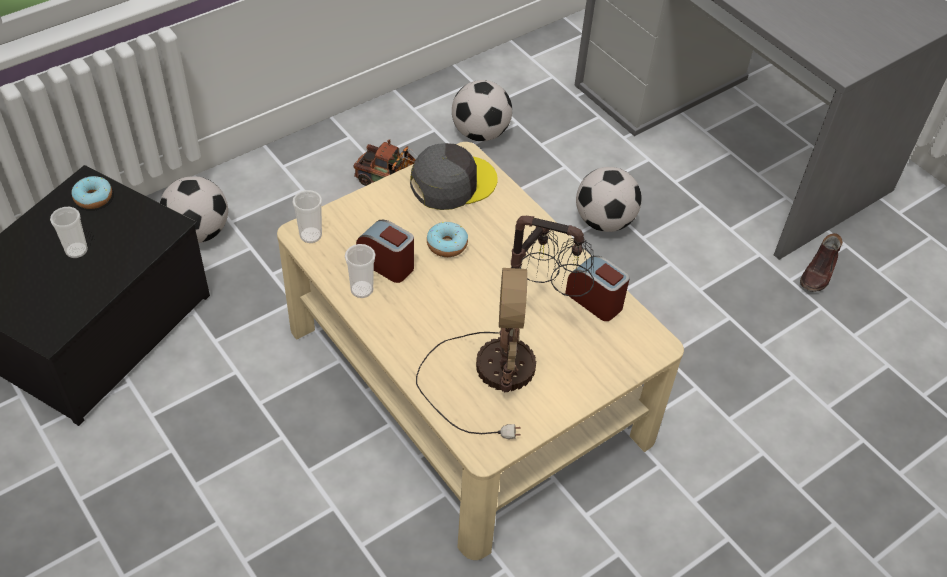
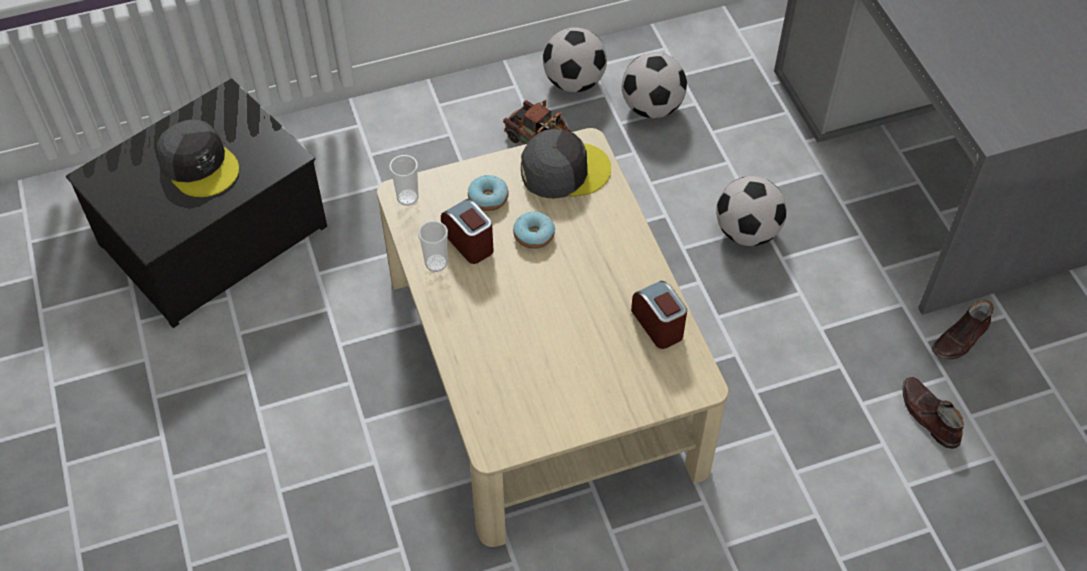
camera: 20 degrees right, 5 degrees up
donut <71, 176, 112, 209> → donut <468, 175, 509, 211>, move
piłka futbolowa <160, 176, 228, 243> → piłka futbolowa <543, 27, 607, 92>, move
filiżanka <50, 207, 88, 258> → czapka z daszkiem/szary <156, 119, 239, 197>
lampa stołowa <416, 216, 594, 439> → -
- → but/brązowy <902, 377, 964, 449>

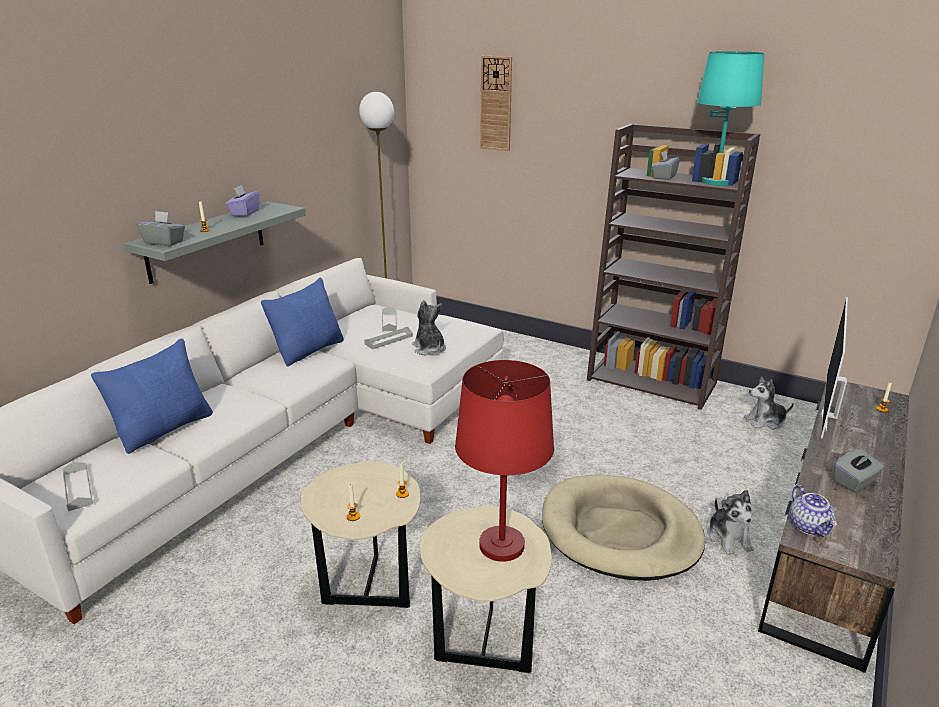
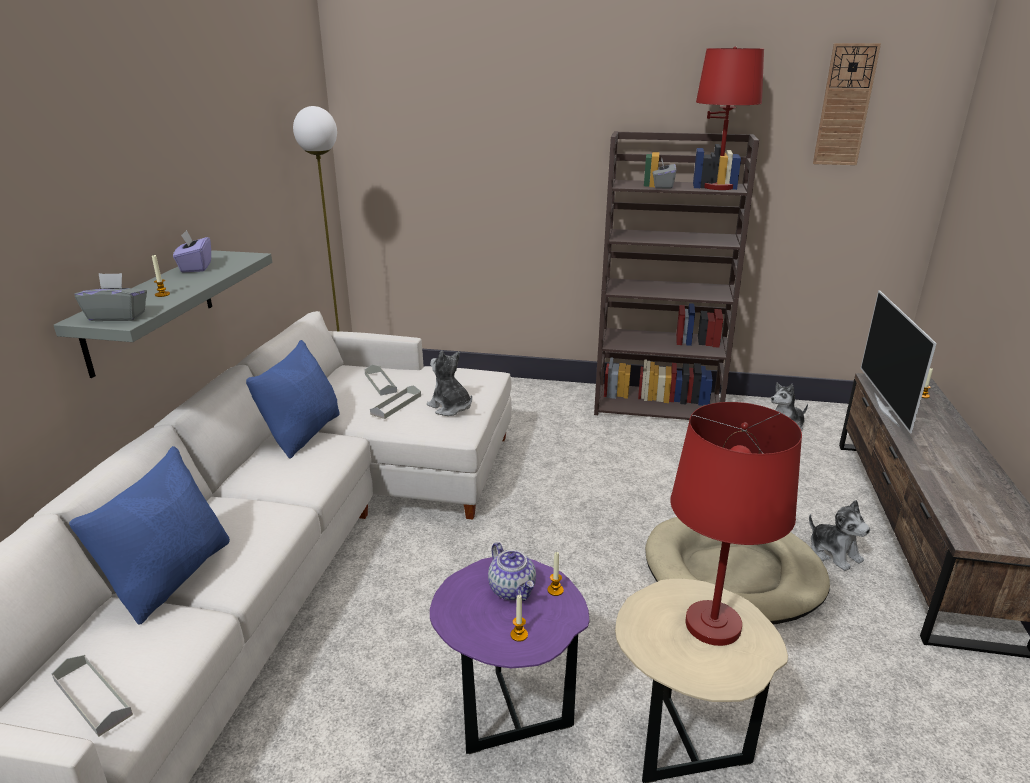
camera: 20 degrees left, 0 degrees up
lampa stołowa/turkusowy <697, 51, 765, 186> → lampa stołowa/czerwony <696, 46, 764, 190>
zegar ścienny <480, 56, 512, 151> → zegar ścienny <813, 43, 881, 165>, move
pudełko chusteczek/szary <833, 449, 884, 493> → -
stolik/beżowy <301, 461, 420, 608> → stolik/fioletowy <430, 557, 589, 754>
imbryk <790, 485, 837, 537> → imbryk <488, 542, 536, 601>, move

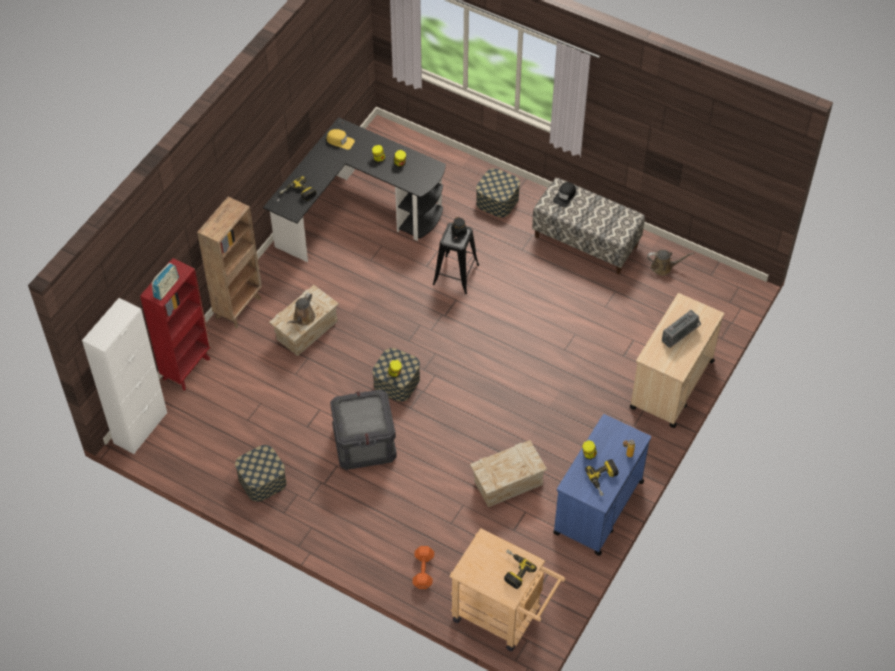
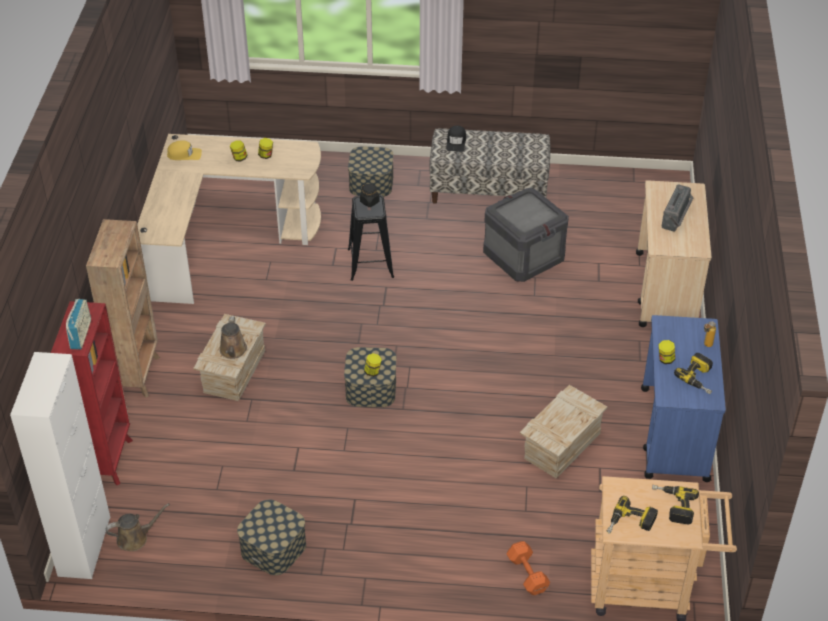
camera: 25 degrees left, 10 degrees down
biurko/czarny <263, 117, 446, 262> → biurko/beżowy <137, 134, 321, 304>
wiertarka <280, 176, 316, 201> → wiertarka <607, 496, 658, 534>, move
konewka/brązowy <647, 250, 694, 276> → konewka/brązowy <106, 503, 170, 551>, move
skrzynka <330, 390, 397, 470> → skrzynka <483, 188, 569, 282>, move

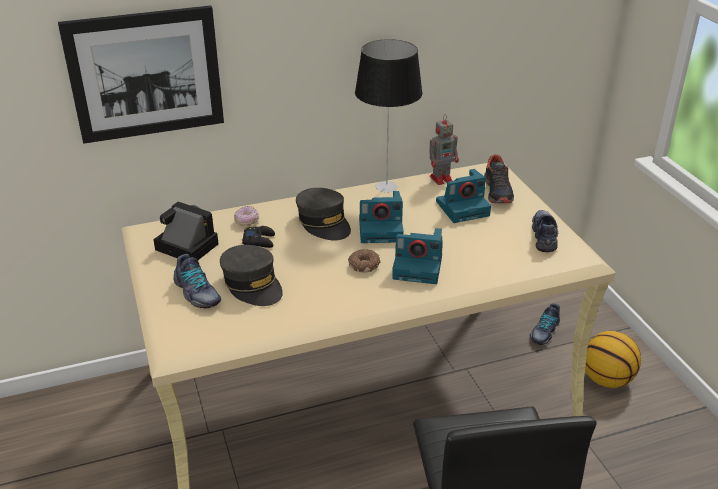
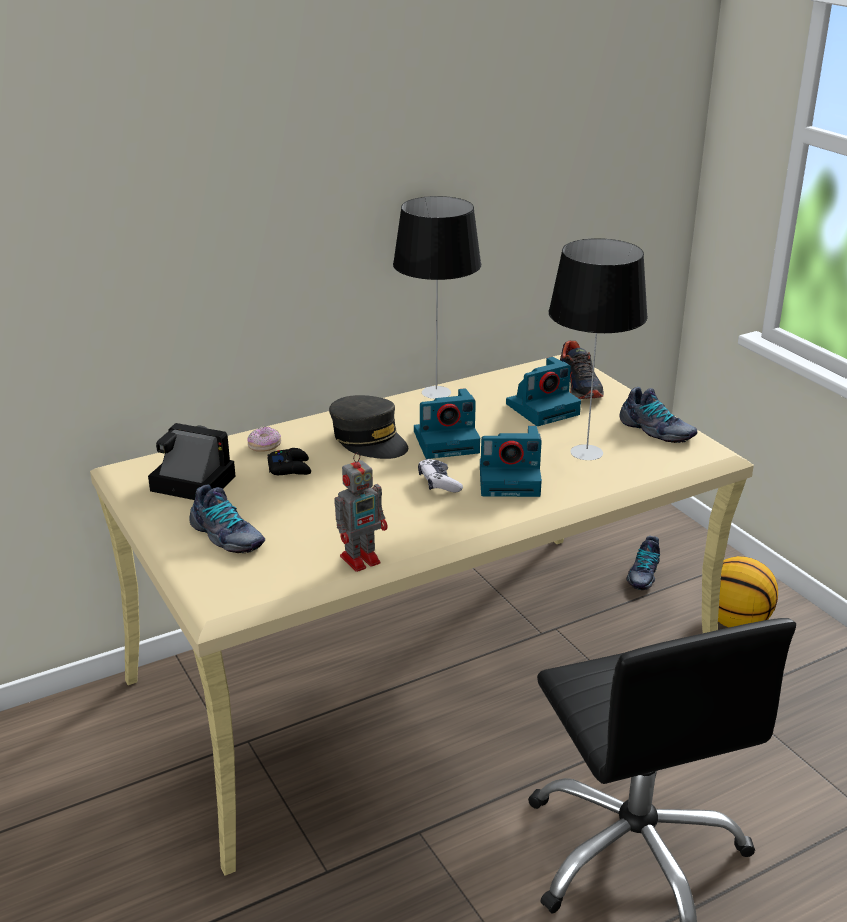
camera: 10 degrees left, 5 degrees down
obraz <58, 5, 224, 144> → -
robot zabawkowy <430, 114, 459, 185> → robot zabawkowy <334, 453, 387, 572>, move
but <532, 210, 558, 252> → but <619, 387, 697, 443>, 135 degrees clockwise
czapka z daszkiem/szary <220, 245, 283, 306> → -
donut <348, 249, 380, 273> → pad do gier <418, 459, 463, 492>
- → lampa stołowa <549, 238, 648, 460>

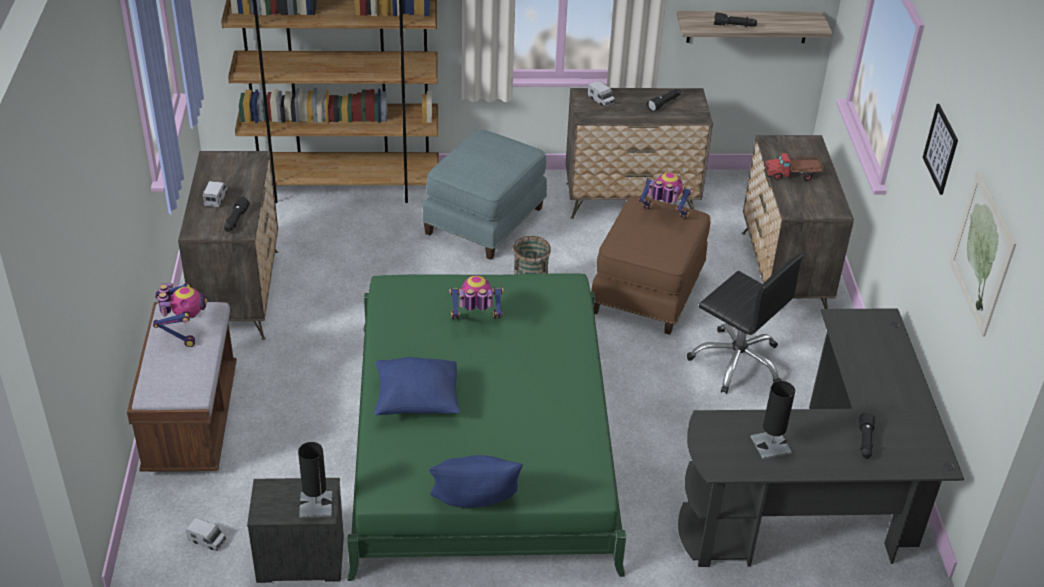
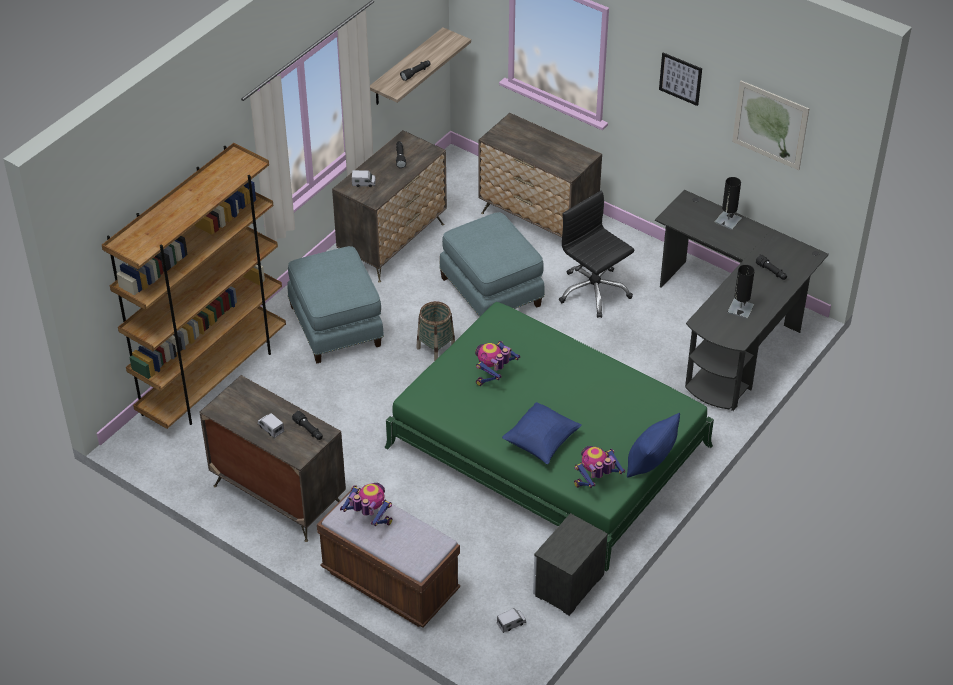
camera: 50 degrees left, 5 degrees up
ciężarówka zabawkowa <764, 153, 824, 181> → -
robot zabawkowy <639, 172, 693, 219> → robot zabawkowy <574, 446, 625, 488>, move
pufa/brązowy <591, 196, 711, 335> → pufa/niebieski <439, 212, 545, 317>
krzesło biurowe/czarny <687, 253, 804, 394> → krzesło biurowe/czarny <559, 190, 634, 318>, 120 degrees counterclockwise
lampa stołowa/czarny <298, 442, 332, 518> → lampa stołowa/czarny <715, 177, 742, 230>, move

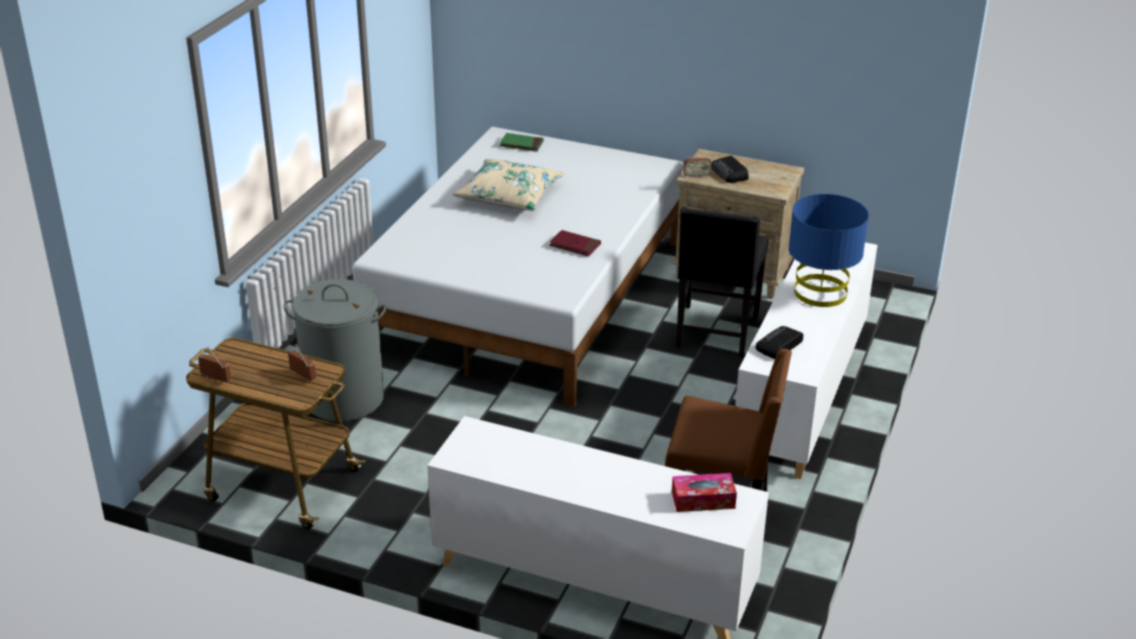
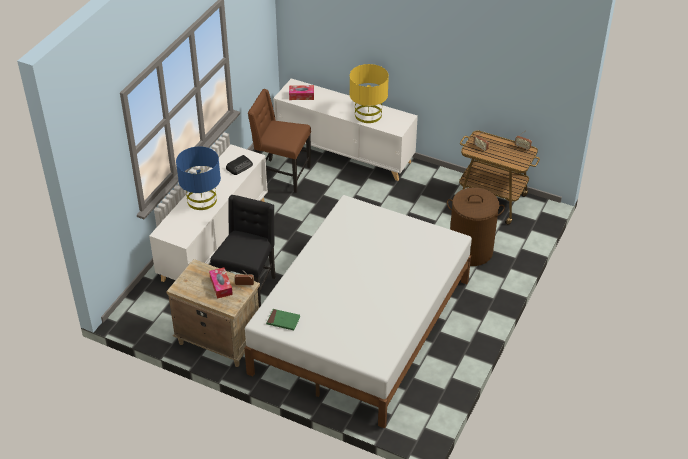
camera: 175 degrees left, 10 degrees up
książka/zielony <500, 133, 544, 152> → książka/zielony <266, 309, 300, 330>, move
radio <711, 156, 748, 183> → pudełko chusteczek <209, 268, 233, 299>
poduszka/beżowy <452, 159, 565, 211> → -
książka/czerwony <549, 230, 601, 257> → -
kosz na pranie/szary <283, 279, 387, 422> → kosz na pranie/brązowy <447, 187, 505, 266>
- → lampa stołowa/żółty <350, 64, 389, 123>

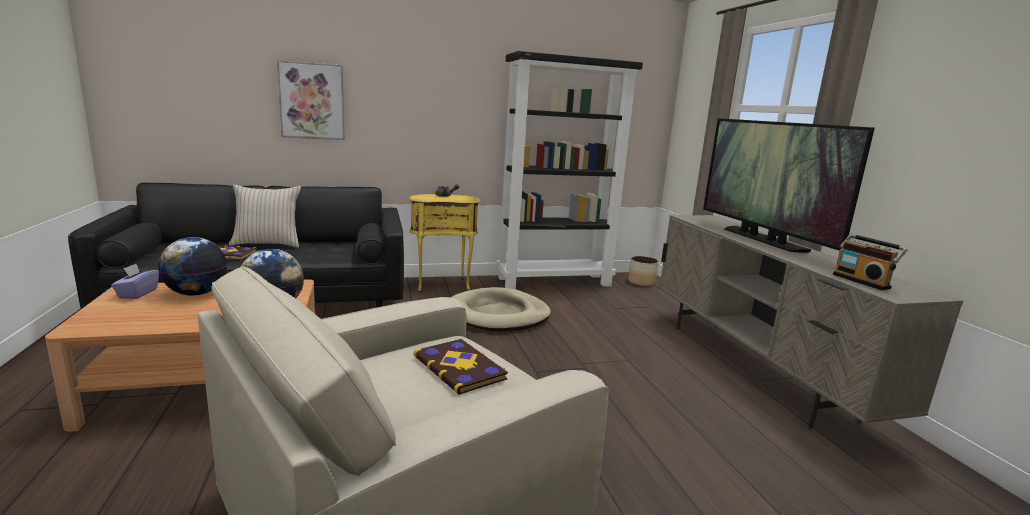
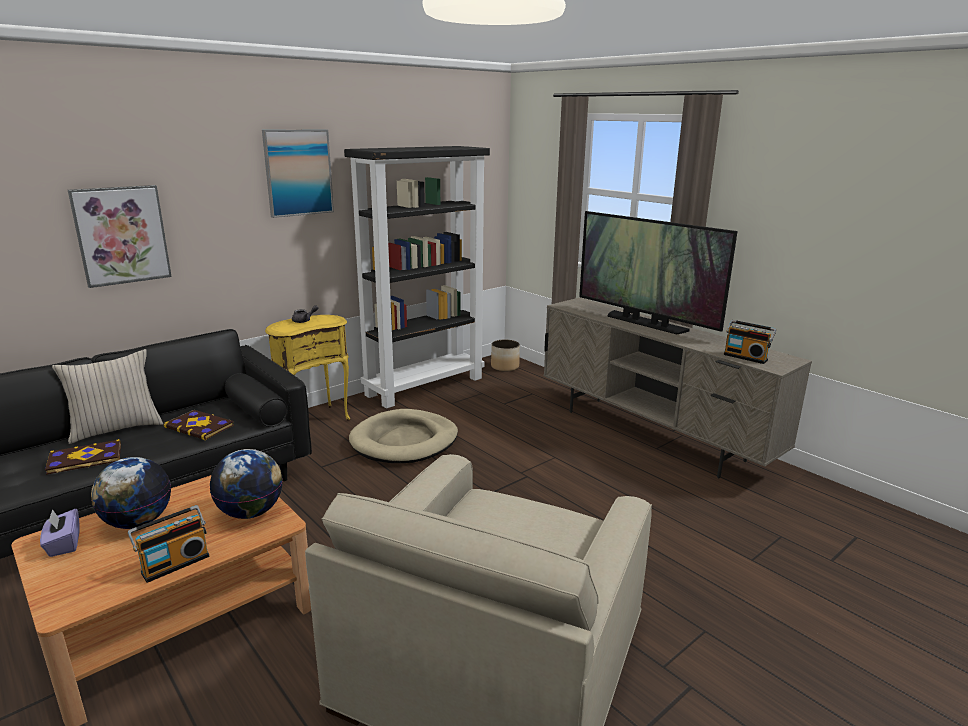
camera: 25 degrees left, 5 degrees up
książka <414, 339, 508, 395> → książka <164, 410, 234, 440>, move
- → obraz <262, 129, 334, 218>
- → radio <128, 505, 209, 583>

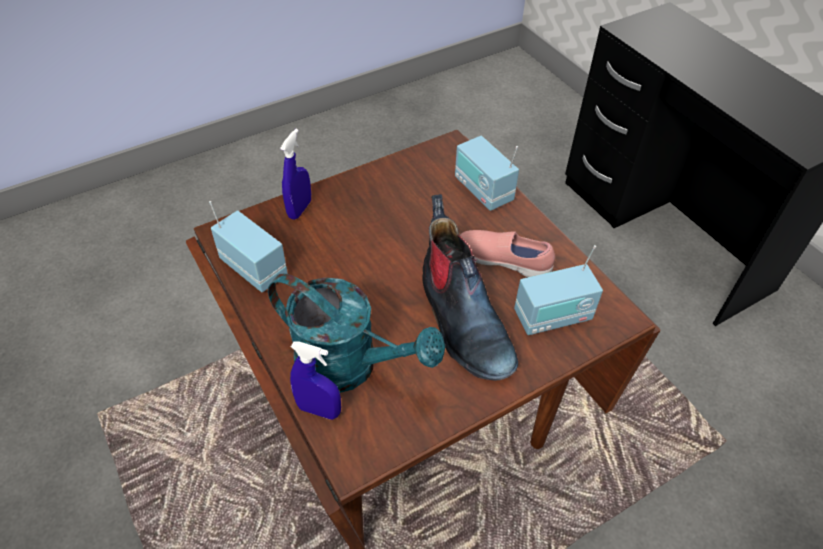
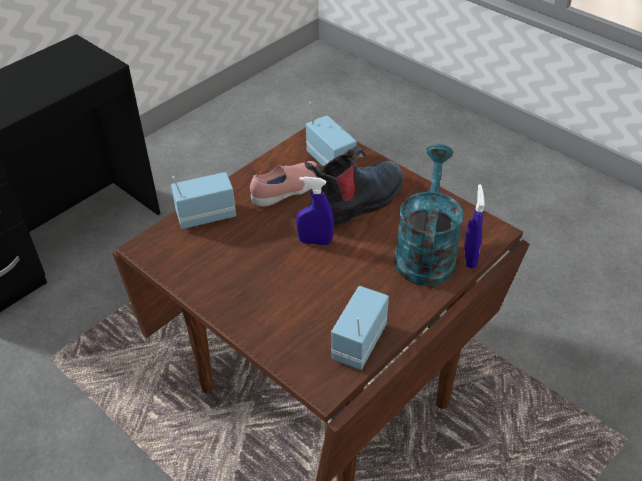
camera: 105 degrees left, 5 degrees down
spryskiwacz/niebieski <280, 129, 311, 220> → spryskiwacz/niebieski <296, 176, 334, 245>, move
radio <455, 136, 519, 211> → radio <171, 172, 236, 229>, 150 degrees counterclockwise
but/różowy <460, 230, 555, 277> → but/różowy <250, 161, 318, 207>, 135 degrees counterclockwise

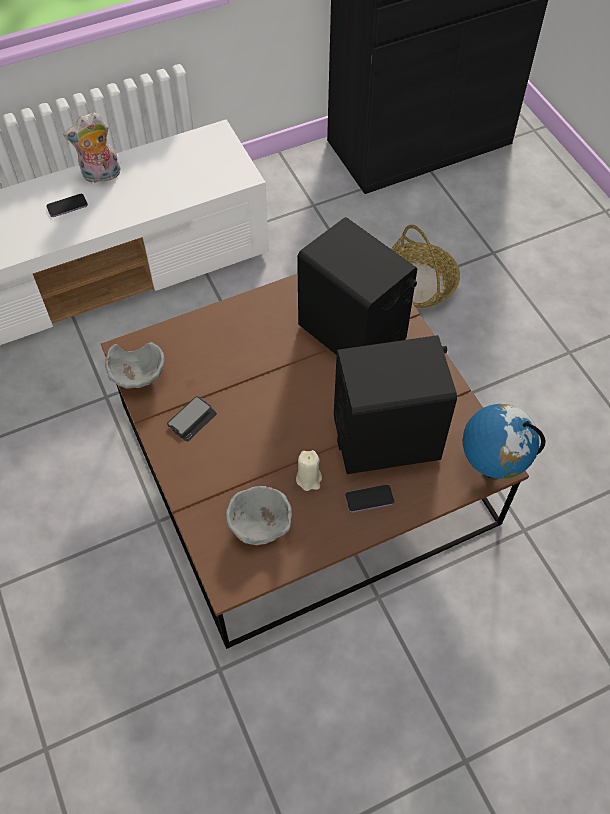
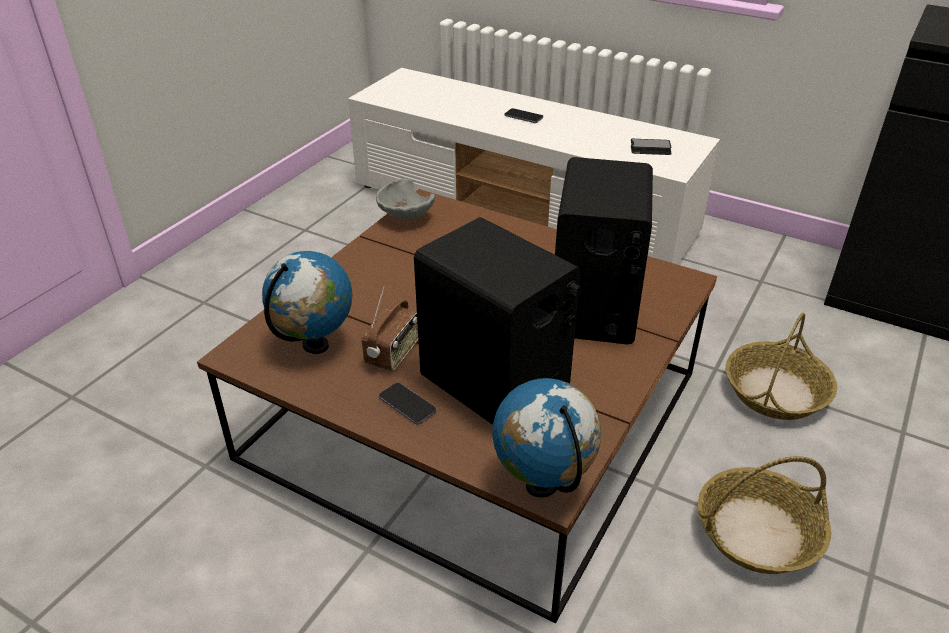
camera: 55 degrees right, 20 degrees down
pluszak <63, 112, 121, 183> → -
telefon <167, 396, 217, 441> → telefon <631, 139, 672, 155>, move
świeca/beżowy <296, 450, 322, 491> → radio <362, 286, 418, 371>
miska/szary <226, 486, 292, 545> → globus <262, 251, 353, 354>
- → koszyk <698, 456, 831, 574>

